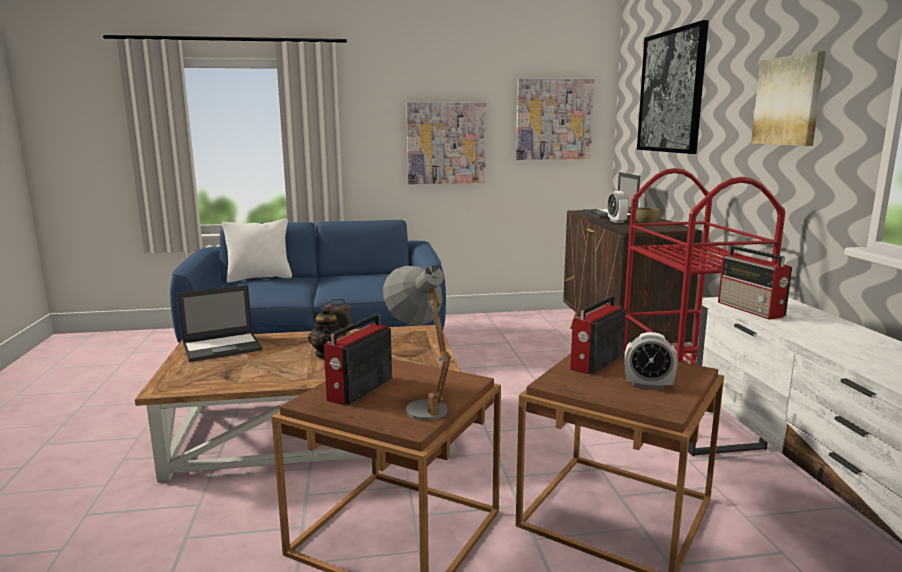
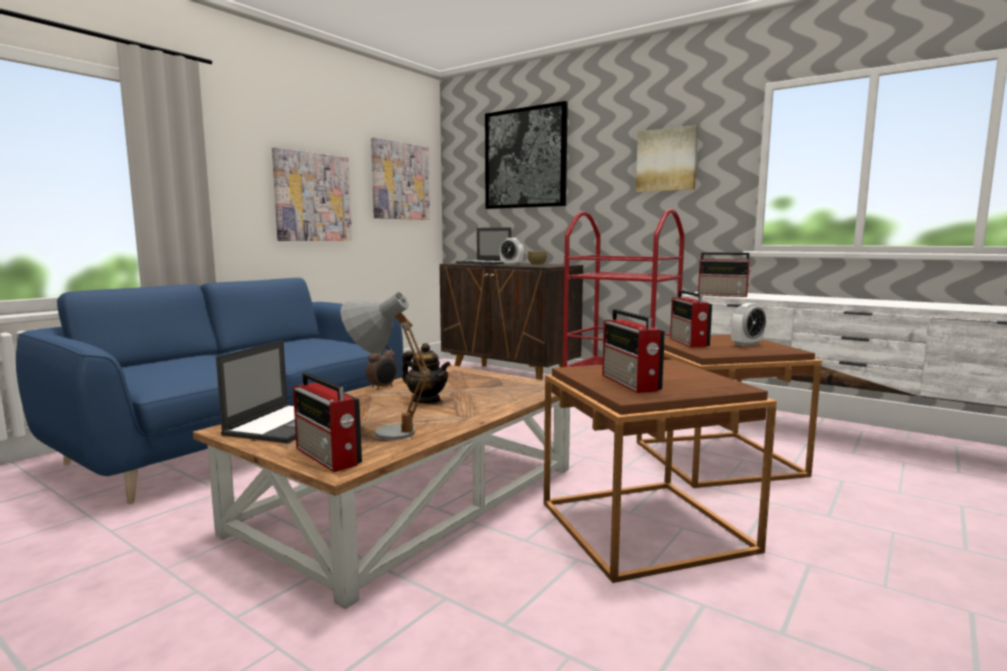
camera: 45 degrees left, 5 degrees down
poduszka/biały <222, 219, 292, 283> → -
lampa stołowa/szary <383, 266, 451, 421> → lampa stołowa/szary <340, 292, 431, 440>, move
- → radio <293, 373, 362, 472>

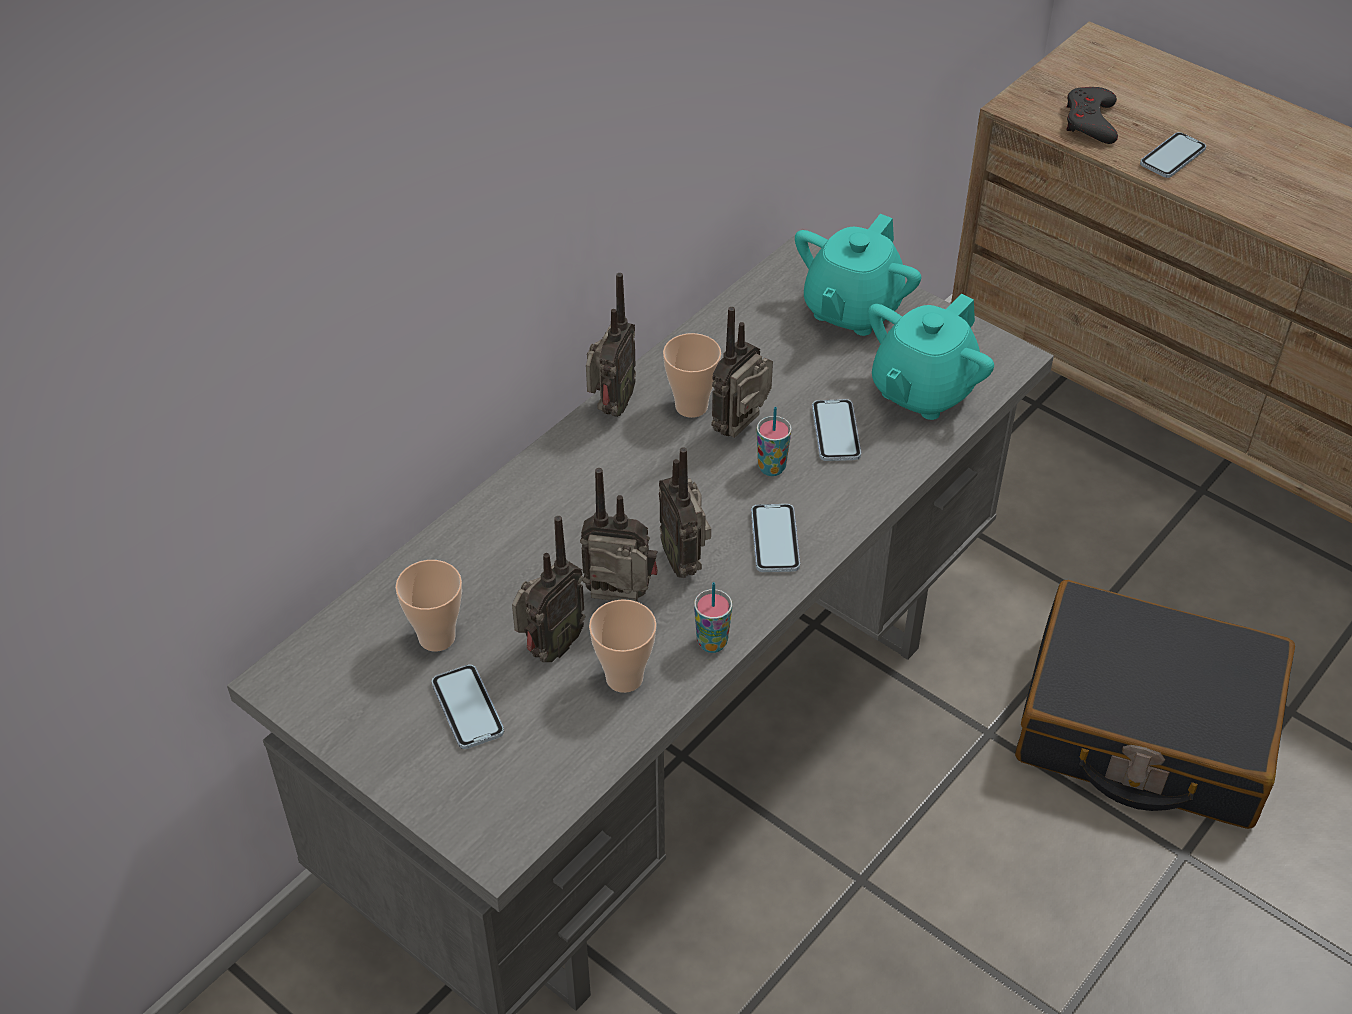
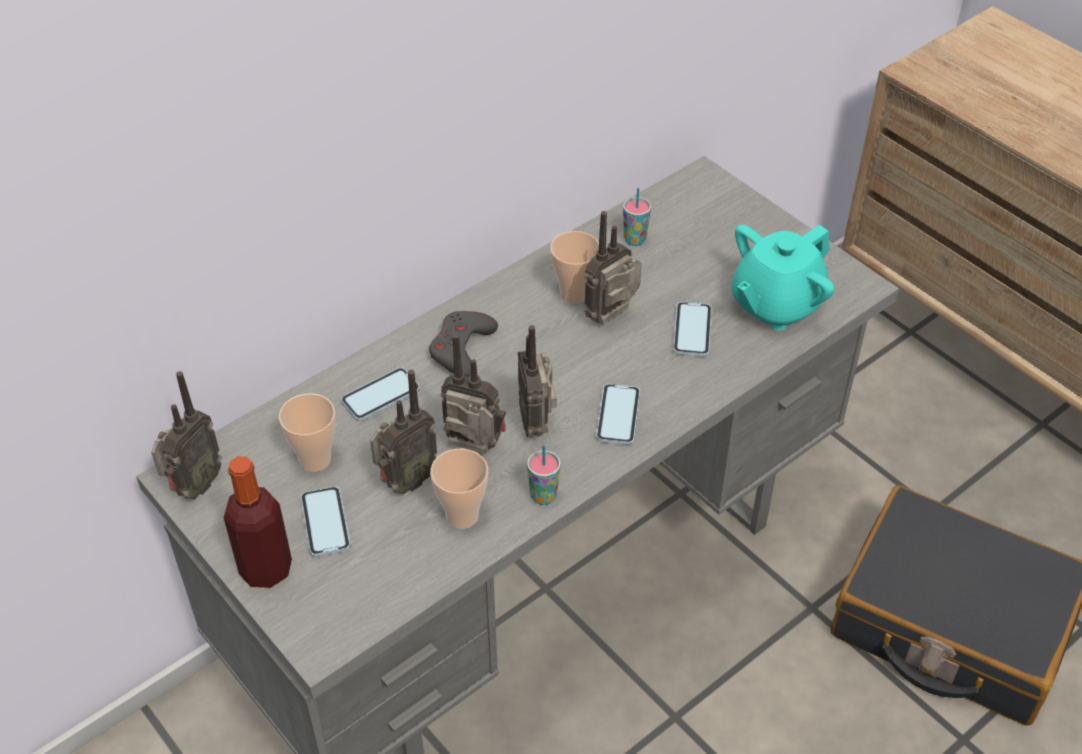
camera: 10 degrees right, 0 degrees up
pad do gier/szary <1066, 87, 1118, 144> → pad do gier/szary <429, 311, 498, 377>, move
telefon <1140, 132, 1206, 178> → telefon <341, 368, 420, 421>, move
imbryk/turkusowy <795, 214, 921, 336> → -
radio <586, 273, 636, 417> → radio <151, 371, 222, 500>, move
filiżanka <757, 407, 792, 476> → filiżanka <623, 188, 651, 246>, move
- → butelka <224, 456, 292, 588>

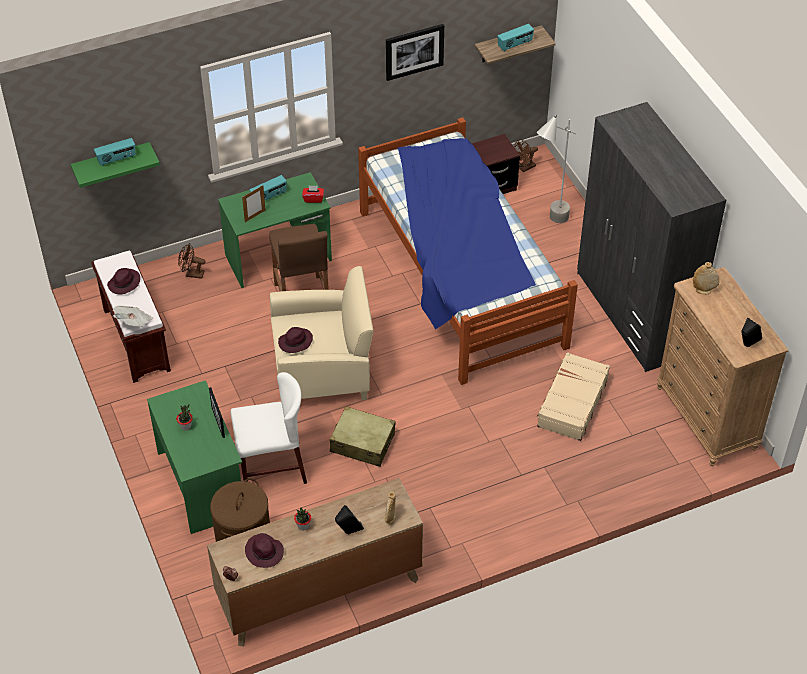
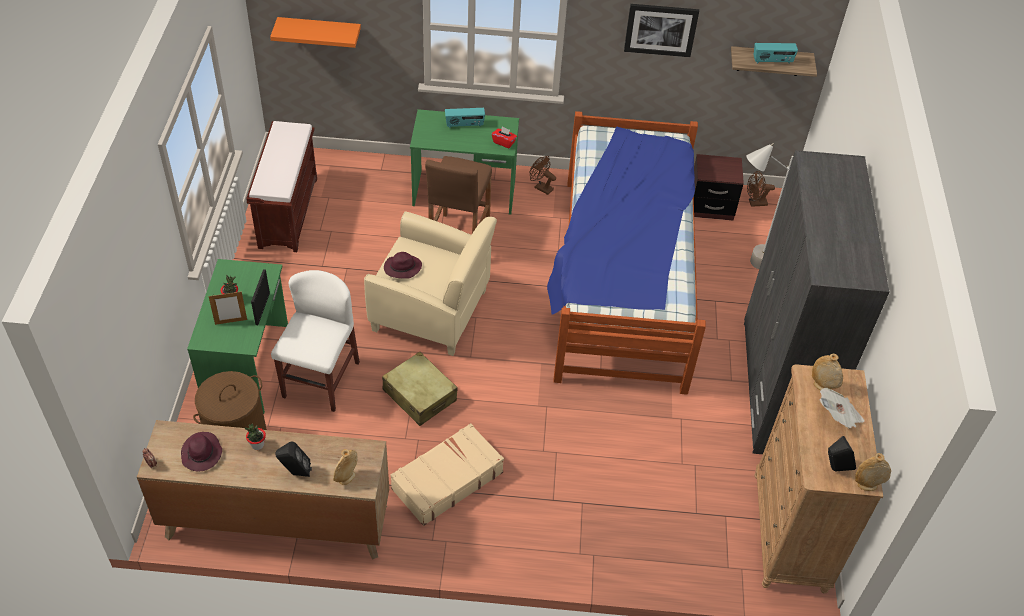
camera: 25 degrees right, 0 degrees up
radio <94, 138, 135, 166> → -
półka/zielony <71, 142, 160, 188> → półka/pomarańczowy <270, 17, 361, 48>
ramka na zdjęcie <242, 185, 266, 222> → ramka na zdjęcie <208, 291, 247, 325>, move
wentylator/brązowy <178, 243, 206, 279> → wentylator/brązowy <530, 156, 556, 195>, move
kapelusz/fioletowy <107, 268, 140, 295> → -
gazeta <113, 306, 154, 327> → gazeta <819, 388, 865, 428>, move
walizka/beżowy <536, 352, 610, 441> → walizka/beżowy <390, 423, 504, 526>, move
krzesło/biały <231, 372, 307, 484> → krzesło/biały <271, 270, 360, 412>, 90 degrees counterclockwise
- → wazon/beżowy <855, 453, 891, 491>

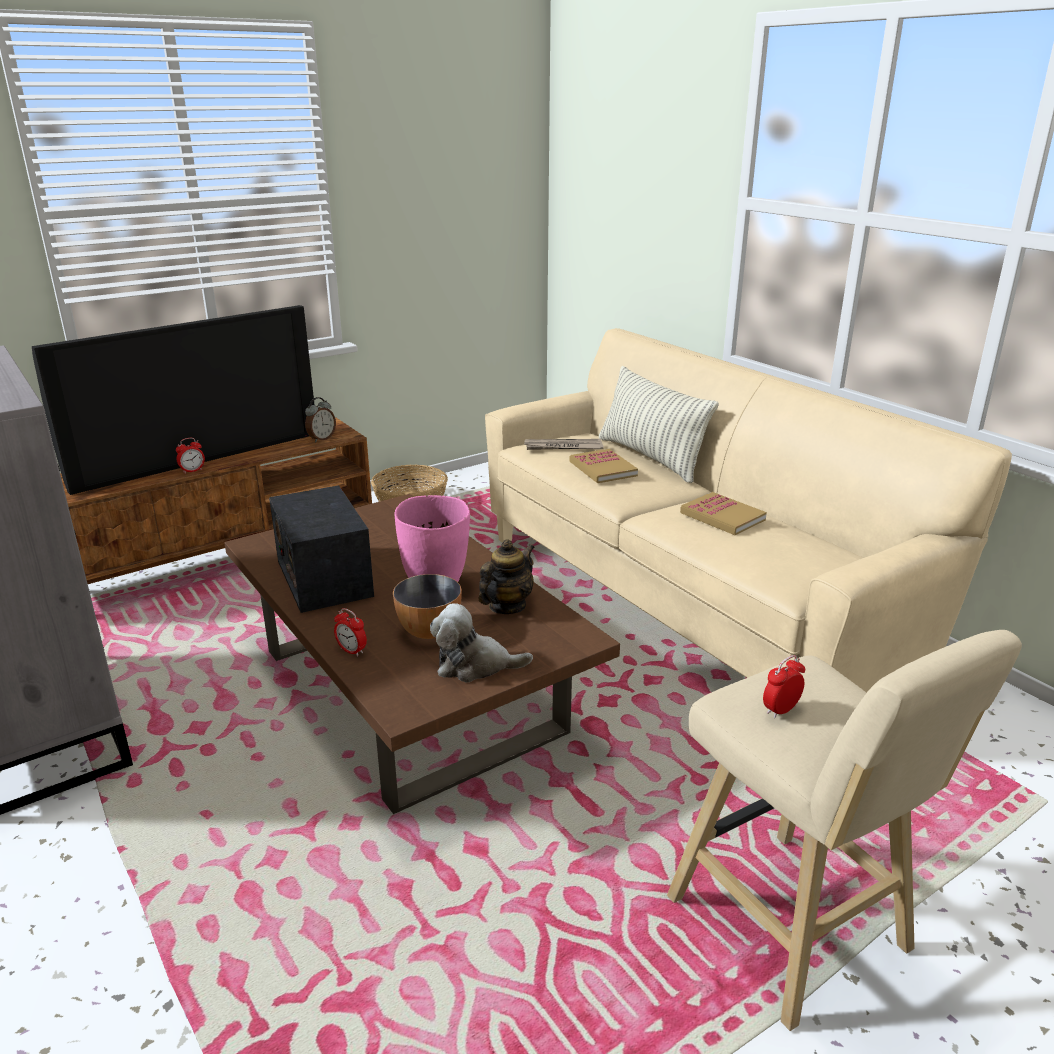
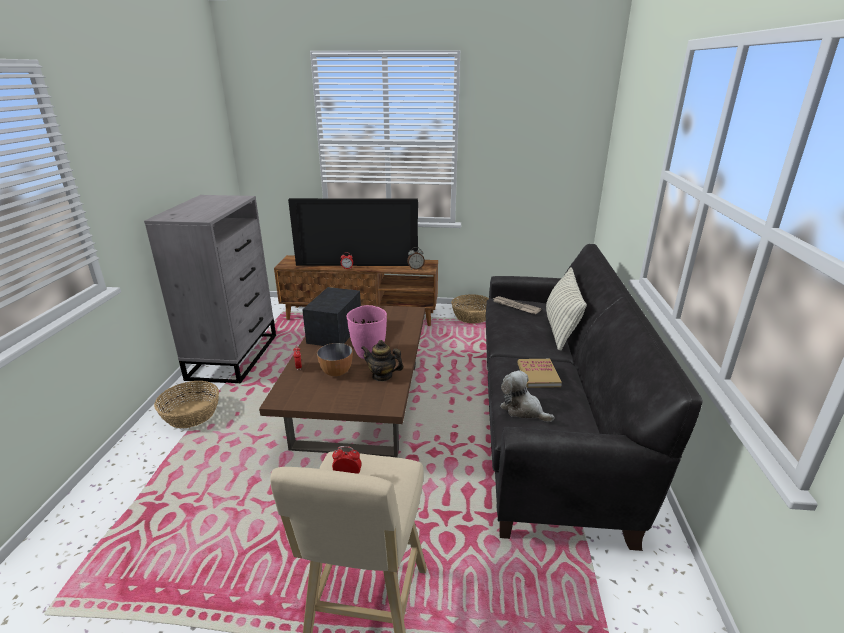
camera: 40 degrees right, 0 degrees up
kanapa/beżowy <485, 328, 1012, 693> → kanapa/czarny <486, 244, 703, 551>
książka <570, 449, 638, 483> → -
imbryk <478, 539, 535, 614> → imbryk <361, 340, 404, 382>, 150 degrees counterclockwise
pluszak <430, 603, 533, 683> → pluszak <500, 370, 555, 422>, move
- → koszyk <154, 381, 219, 428>

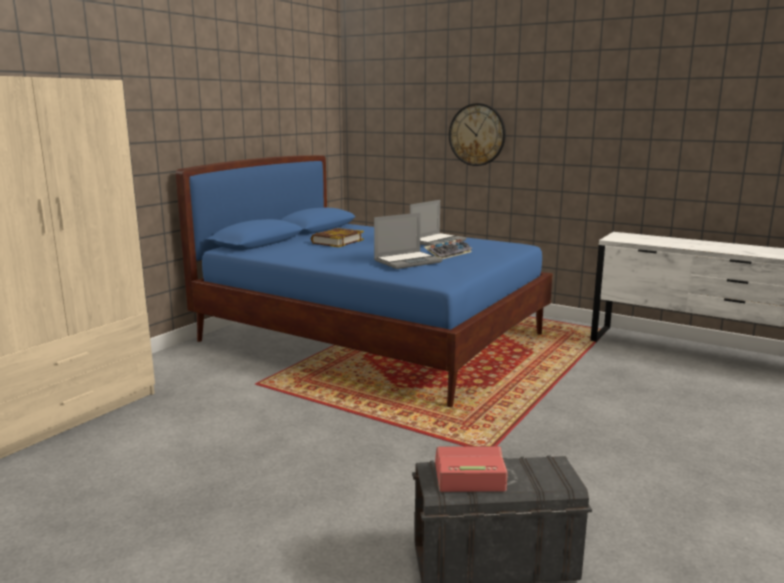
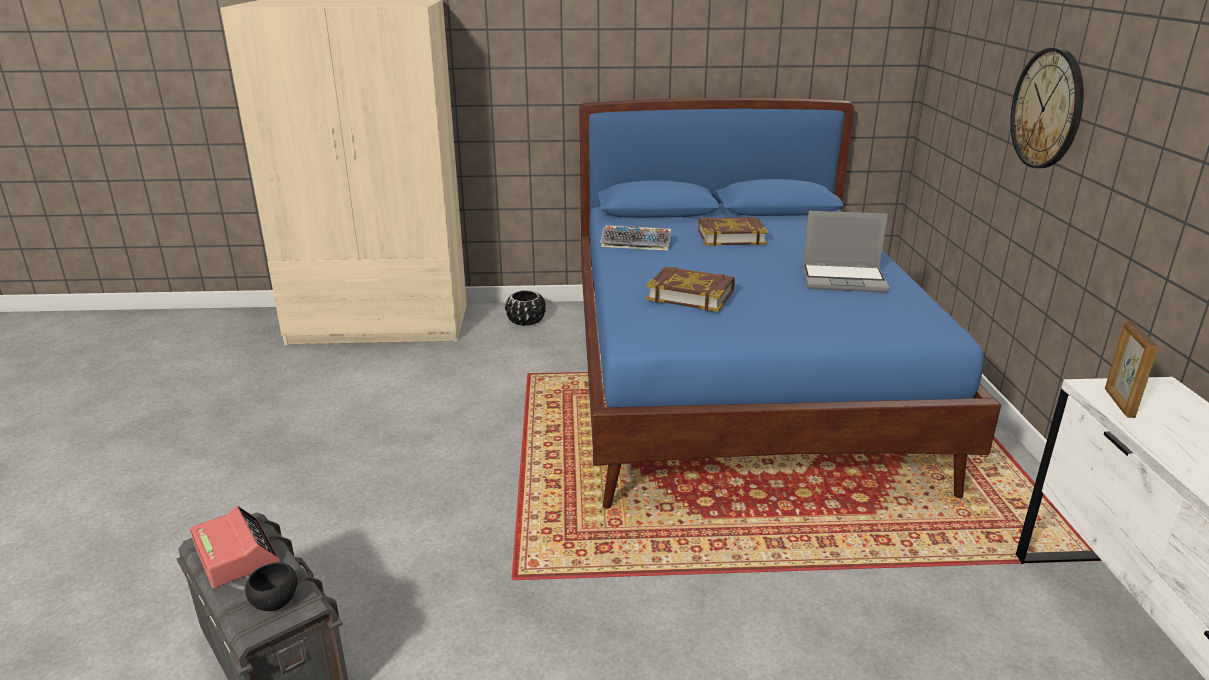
camera: 55 degrees right, 10 degrees up
laptop <374, 213, 443, 269> → książka <646, 267, 735, 312>
klawiatura <424, 239, 473, 259> → klawiatura <600, 225, 671, 250>, move
- → donica/czarny <505, 290, 546, 326>
- → ramka na zdjęcie <1105, 321, 1158, 418>
- → miska/czarny <245, 562, 298, 611>

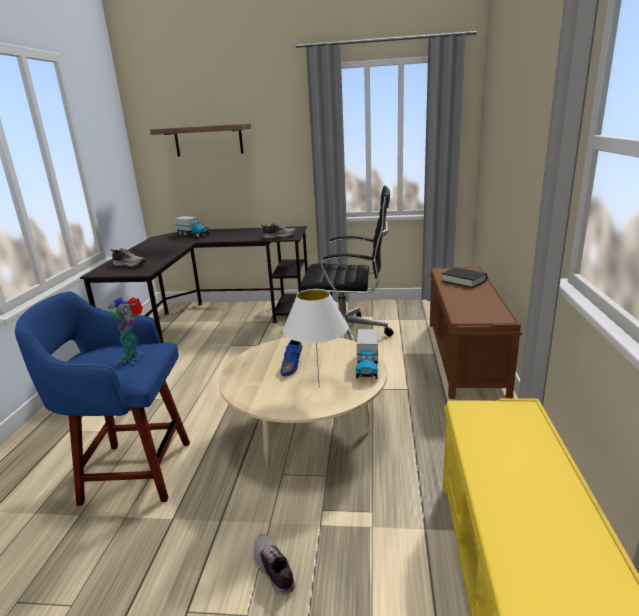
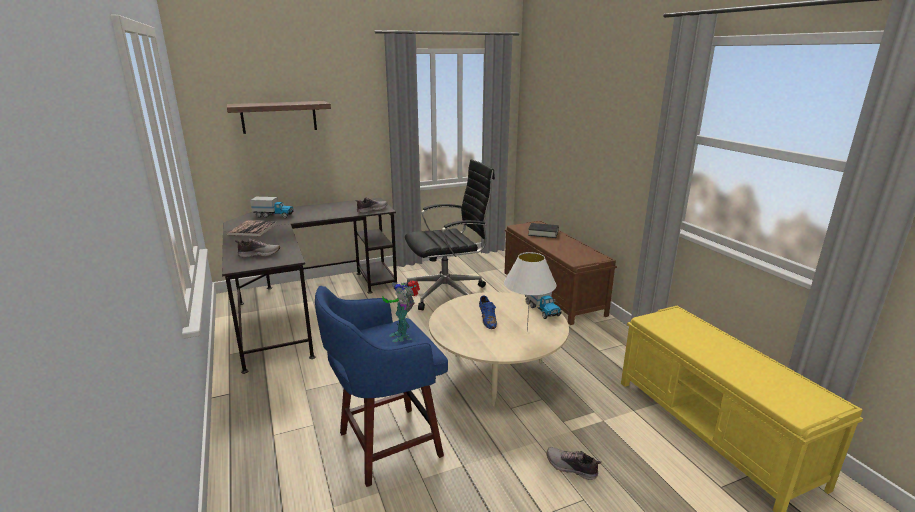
camera: 30 degrees left, 0 degrees up
- → książka <227, 220, 277, 237>

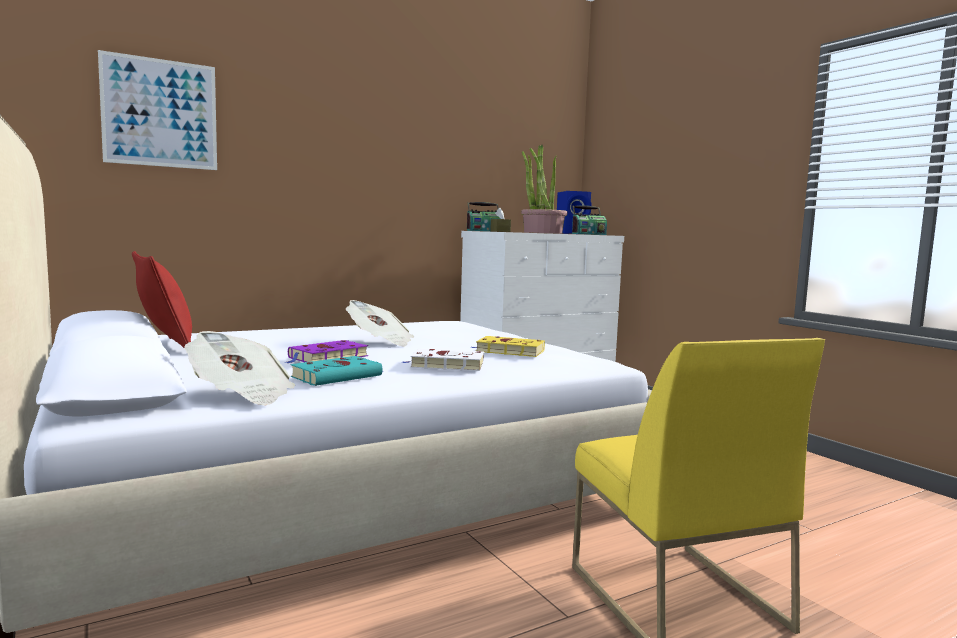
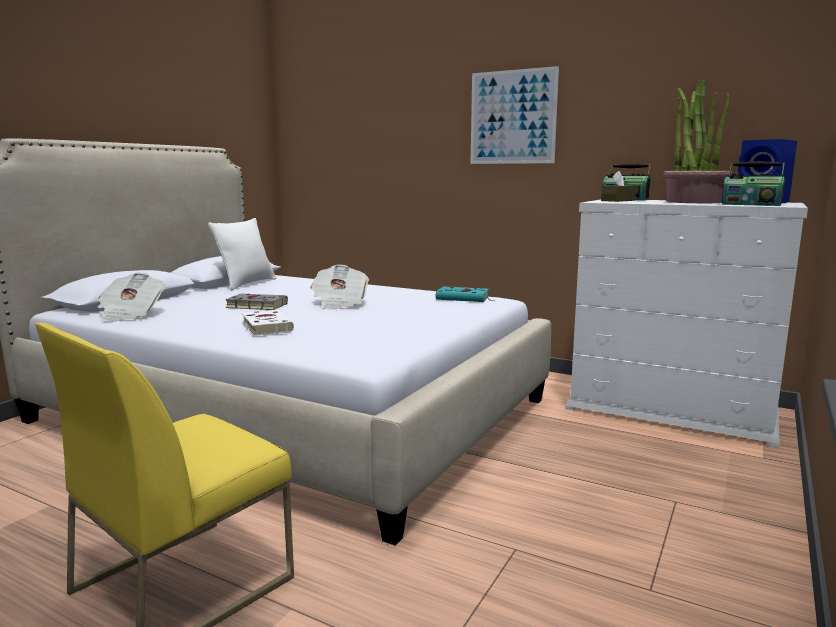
camera: 60 degrees right, 5 degrees up
obraz <98, 50, 217, 170> → obraz <471, 66, 559, 164>, move
poduszka/czerwony <132, 251, 192, 348> → poduszka/biały <208, 218, 276, 291>
książka/żółty <472, 336, 545, 357> → -
książka/fioletowy <286, 340, 368, 363> → książka/szary <225, 294, 288, 310>
książka/turkusowy <291, 356, 384, 386> → książka/turkusowy <436, 286, 495, 302>, move

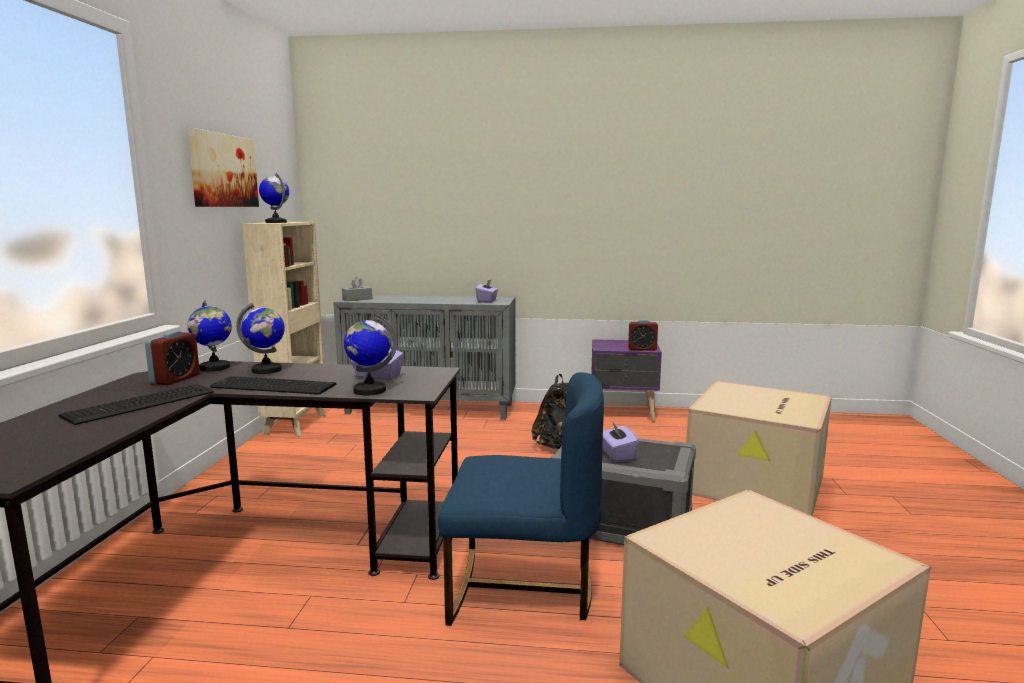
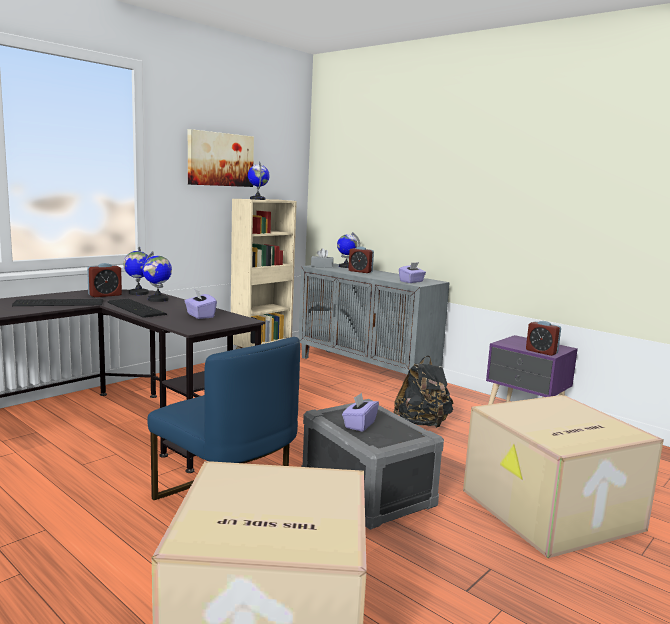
camera: 35 degrees right, 0 degrees up
globus <344, 314, 397, 395> → globus <337, 232, 360, 268>, move
- → budzik <349, 247, 374, 273>

